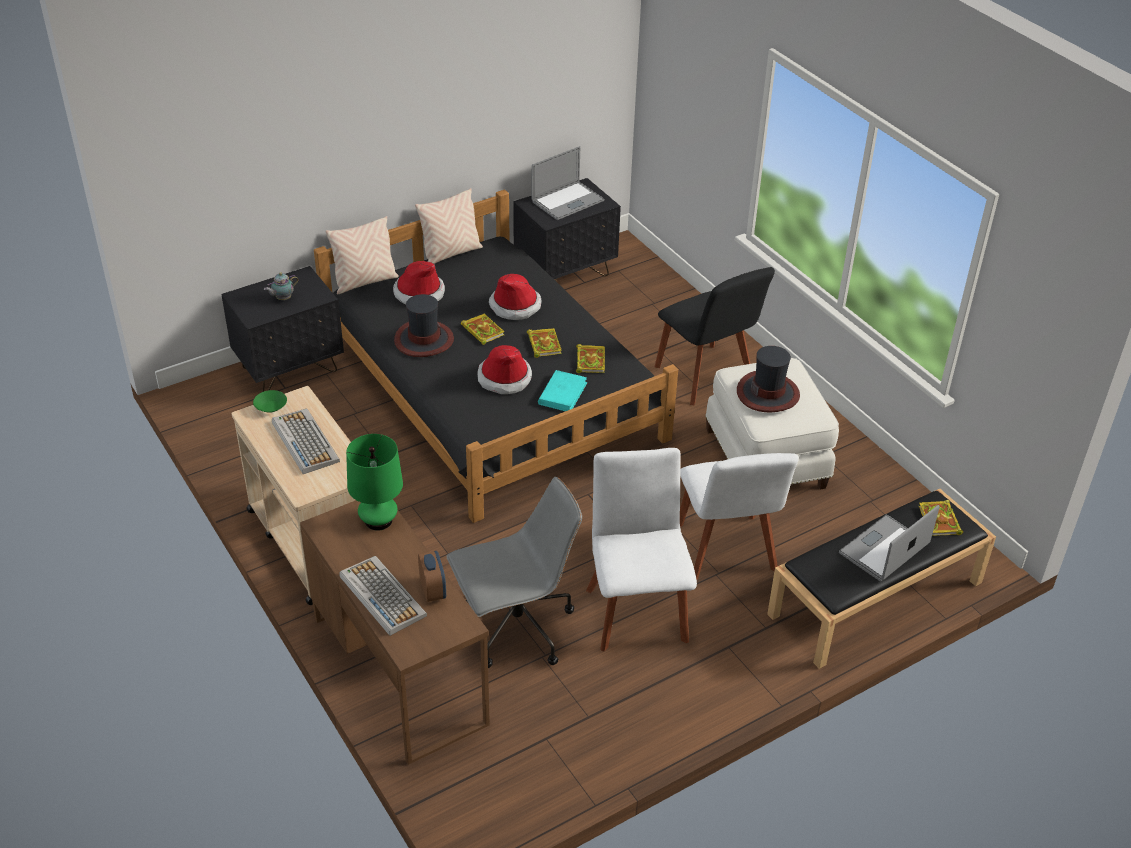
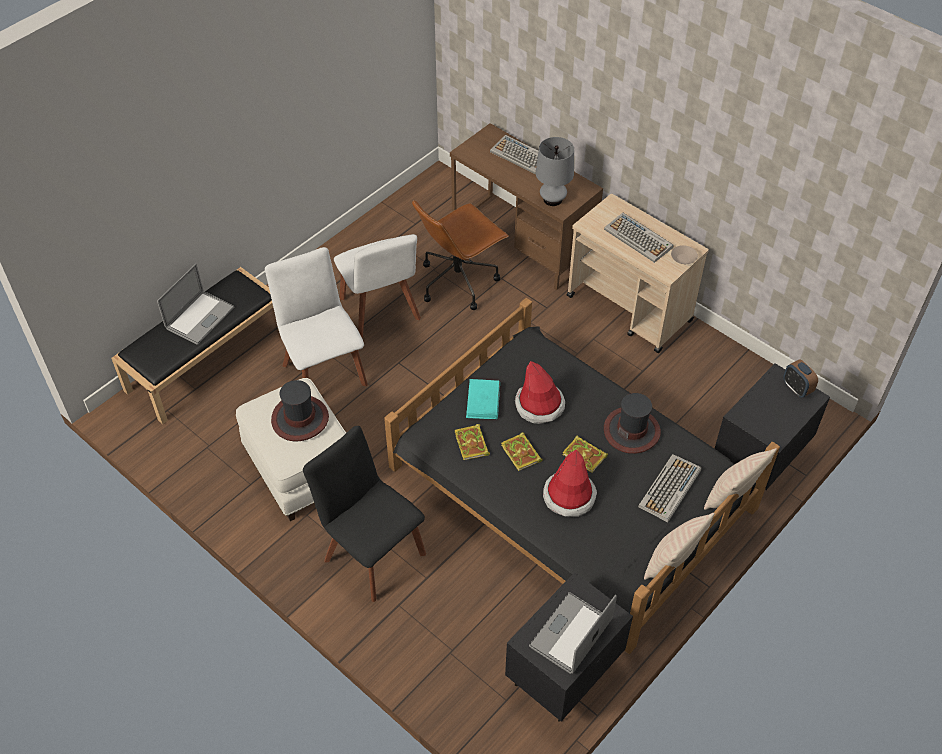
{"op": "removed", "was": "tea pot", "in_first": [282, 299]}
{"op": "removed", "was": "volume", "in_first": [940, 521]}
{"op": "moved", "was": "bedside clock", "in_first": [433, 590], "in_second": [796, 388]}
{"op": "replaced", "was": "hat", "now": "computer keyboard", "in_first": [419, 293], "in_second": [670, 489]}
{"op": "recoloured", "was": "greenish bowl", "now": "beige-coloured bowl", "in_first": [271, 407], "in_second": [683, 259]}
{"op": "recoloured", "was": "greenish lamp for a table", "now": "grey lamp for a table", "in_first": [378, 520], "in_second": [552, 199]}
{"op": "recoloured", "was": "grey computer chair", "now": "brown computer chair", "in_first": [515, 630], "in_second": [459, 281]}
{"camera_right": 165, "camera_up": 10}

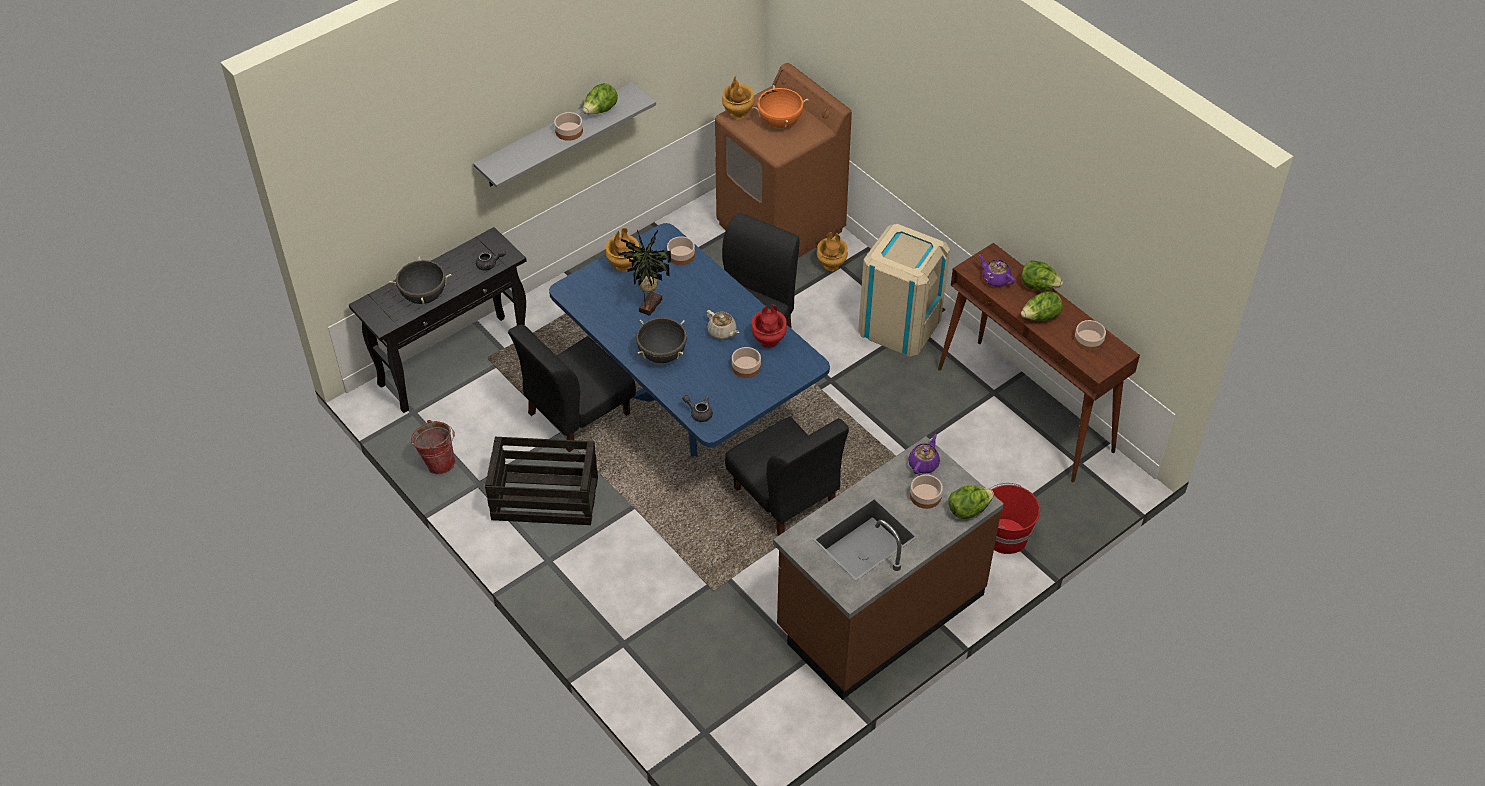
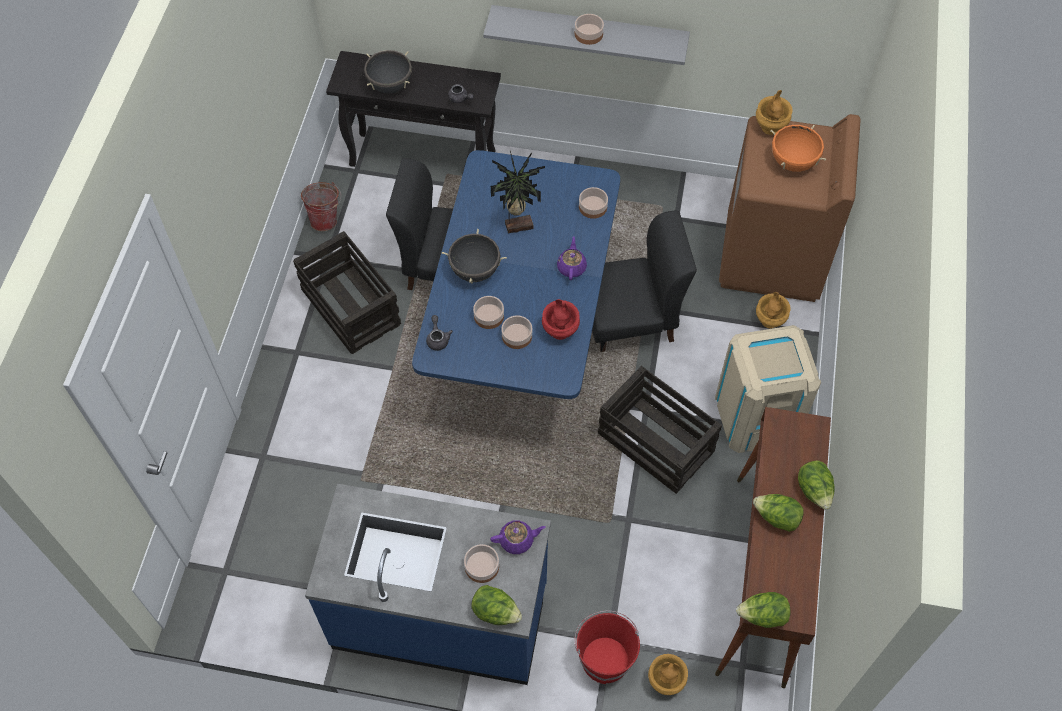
{"op": "removed", "was": "beige-coloured tea pot", "in_first": [722, 332]}
{"op": "removed", "was": "black plain chair", "in_first": [785, 498]}
{"op": "added", "now": "packing crate", "in_second": [657, 443]}
{"op": "moved", "was": "lettuce", "in_first": [600, 111], "in_second": [762, 616]}
{"op": "moved", "was": "brown decorative vase", "in_first": [624, 265], "in_second": [666, 681]}
{"op": "moved", "was": "purplish tea pot", "in_first": [995, 279], "in_second": [571, 267]}
{"op": "moved", "was": "bowl", "in_first": [1089, 340], "in_second": [489, 316]}
{"op": "recoloured", "was": "brown kitchen counter", "now": "blue-coloured kitchen counter", "in_first": [879, 612], "in_second": [440, 615]}
{"camera_right": 50, "camera_up": 10}

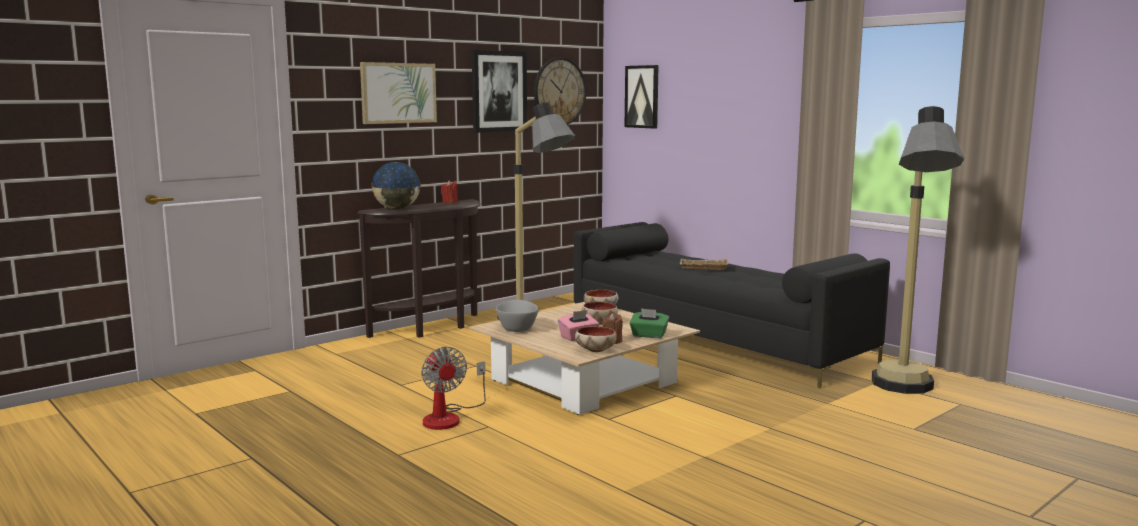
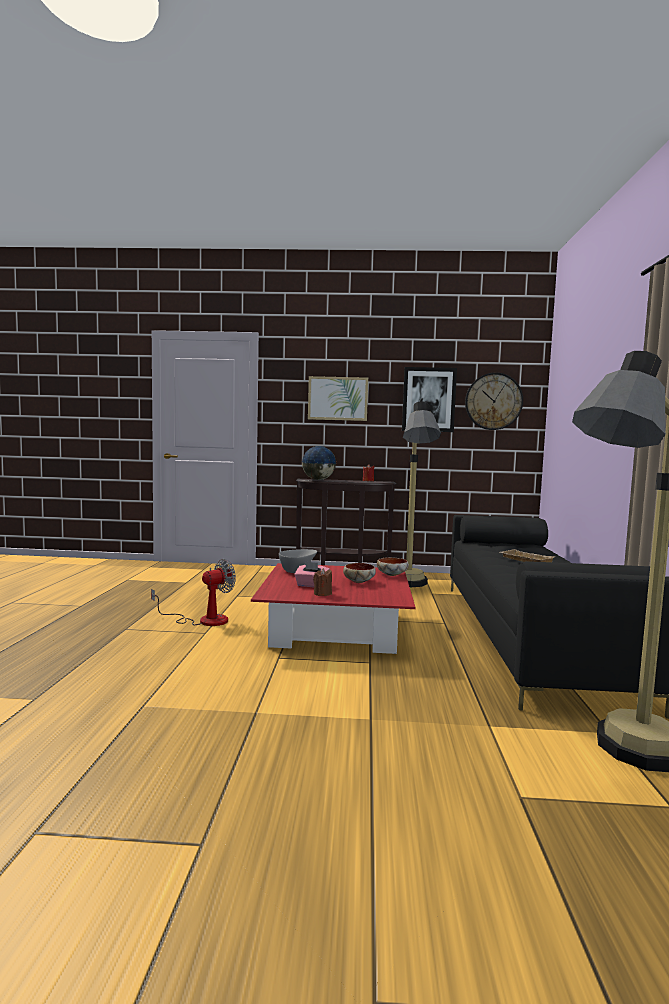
{"op": "removed", "was": "bowl", "in_first": [595, 350]}
{"op": "removed", "was": "wall art", "in_first": [642, 96]}
{"op": "removed", "was": "greenish tissue box", "in_first": [648, 335]}
{"op": "recoloured", "was": "beige-coloured low table", "now": "reddish low table", "in_first": [584, 381], "in_second": [336, 629]}
{"op": "turned", "was": "cooling fan", "in_first": [449, 417], "in_second": [203, 620], "clockwise": -150}
{"camera_right": 45, "camera_up": -5}

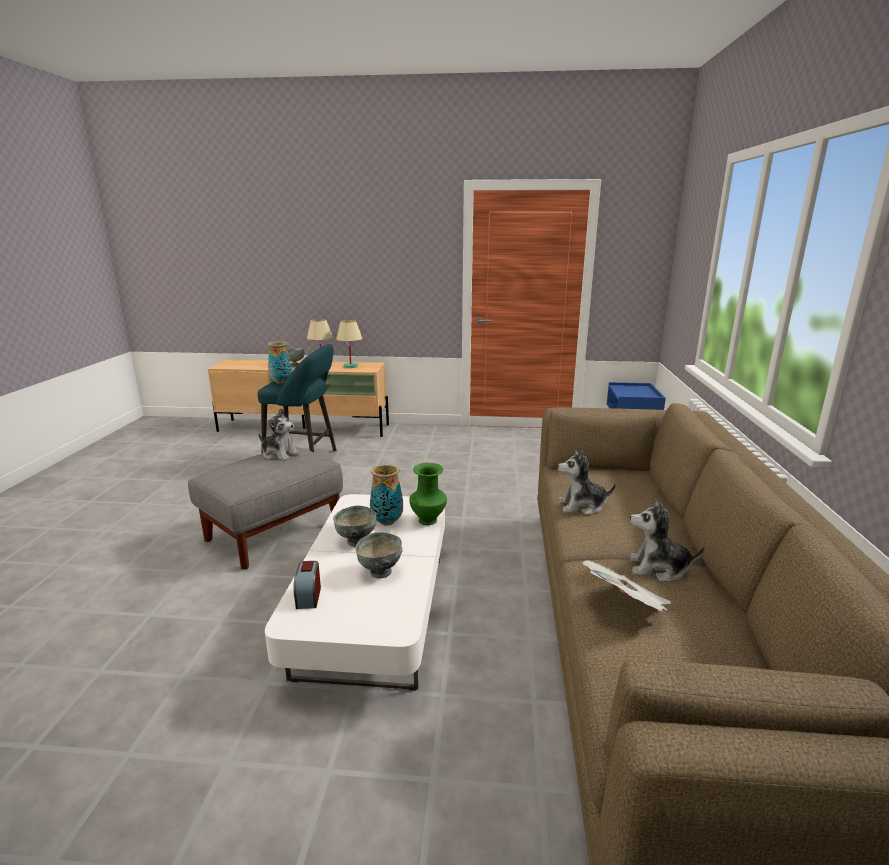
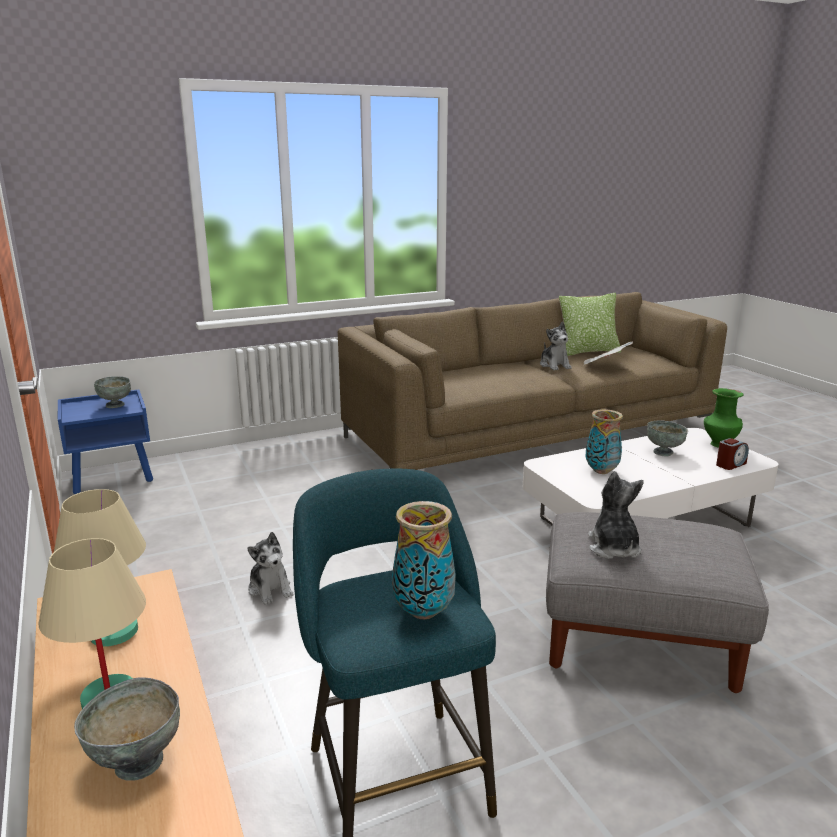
{"op": "added", "now": "cushion", "in_second": [588, 352]}
{"op": "moved", "was": "grey bowl", "in_first": [356, 542], "in_second": [116, 405]}
{"op": "moved", "was": "greenish decorative vase", "in_first": [428, 520], "in_second": [719, 444]}
{"op": "moved", "was": "soft toy", "in_first": [582, 506], "in_second": [270, 589]}
{"camera_right": -120, "camera_up": 0}

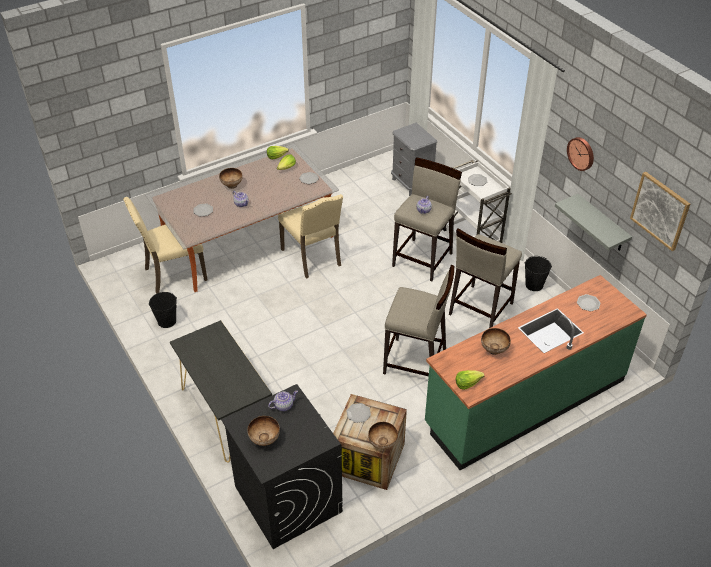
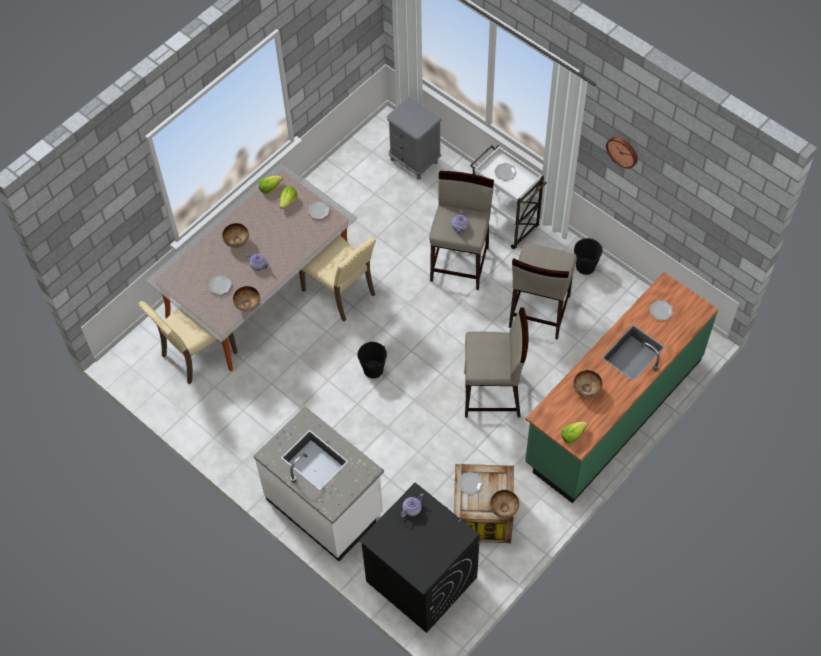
{"op": "removed", "was": "grey wall shelf", "in_first": [601, 224]}
{"op": "removed", "was": "wall art", "in_first": [660, 210]}
{"op": "moved", "was": "black water bucket", "in_first": [166, 321], "in_second": [373, 369]}
{"op": "moved", "was": "bowl", "in_first": [265, 440], "in_second": [248, 306]}
{"op": "replaced", "was": "black hall table", "now": "white-coloured kitchen counter", "in_first": [226, 413], "in_second": [325, 506]}
{"camera_right": -15, "camera_up": 15}

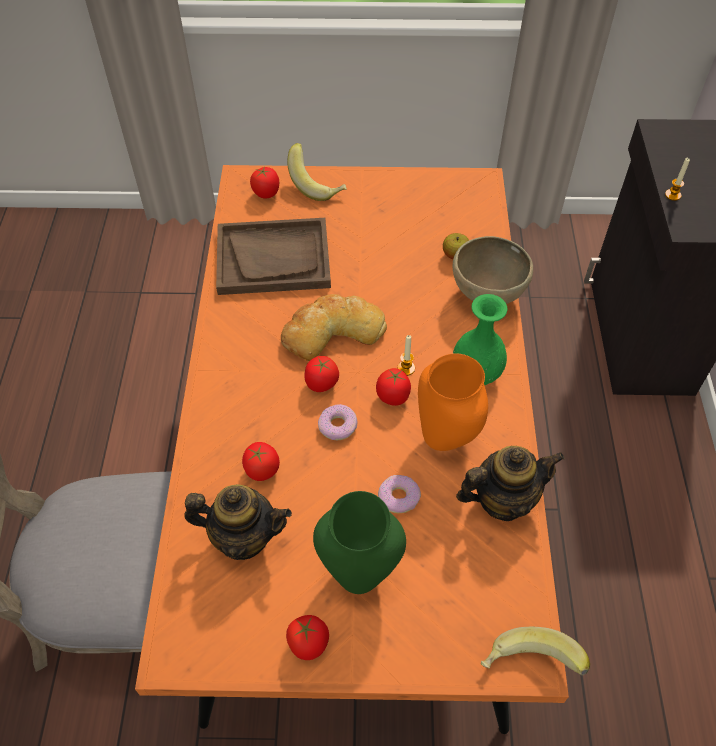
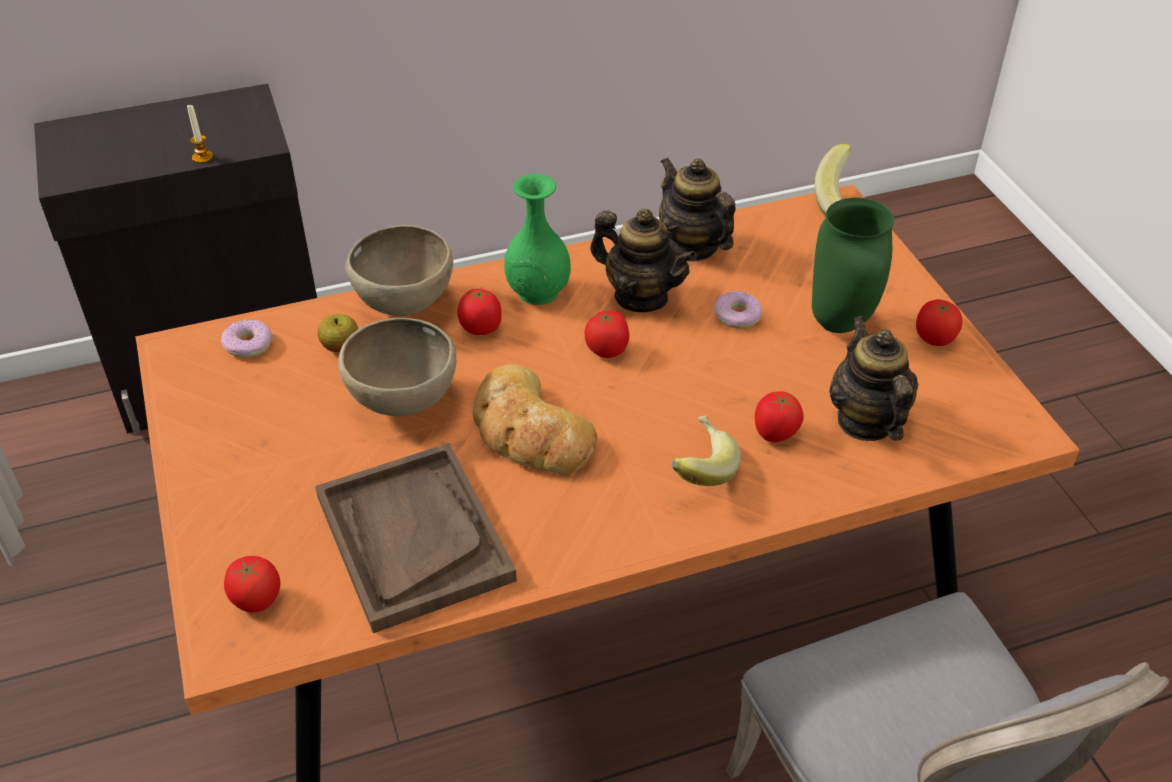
{"op": "removed", "was": "wax light", "in_first": [406, 368]}
{"op": "added", "now": "brown bowl", "in_second": [403, 404]}
{"op": "moved", "was": "whole banana", "in_first": [317, 185], "in_second": [698, 468]}
{"op": "moved", "was": "tomato", "in_first": [321, 384], "in_second": [481, 328]}
{"op": "moved", "was": "doughnut", "in_first": [338, 426], "in_second": [248, 344]}
{"op": "replaced", "was": "orange decorative vase", "now": "tea pot", "in_first": [447, 438], "in_second": [641, 296]}
{"camera_right": -110, "camera_up": -10}

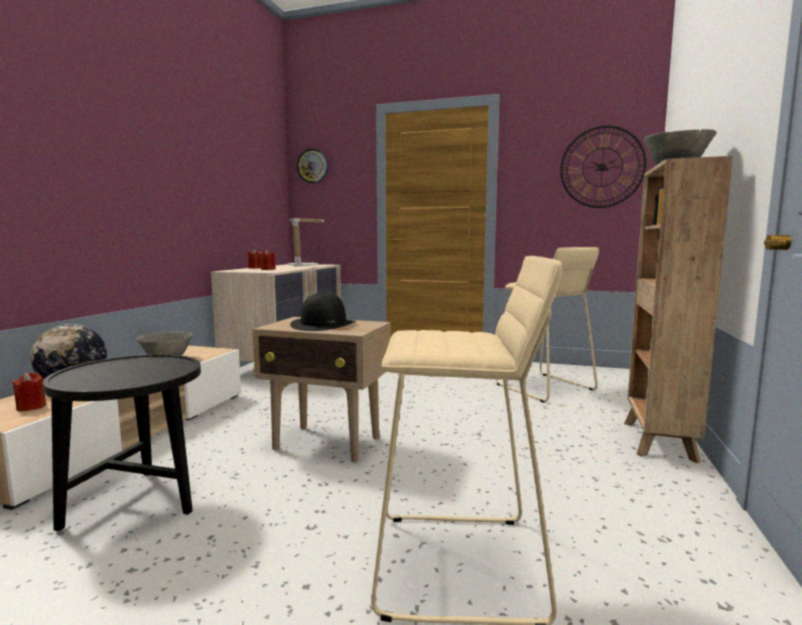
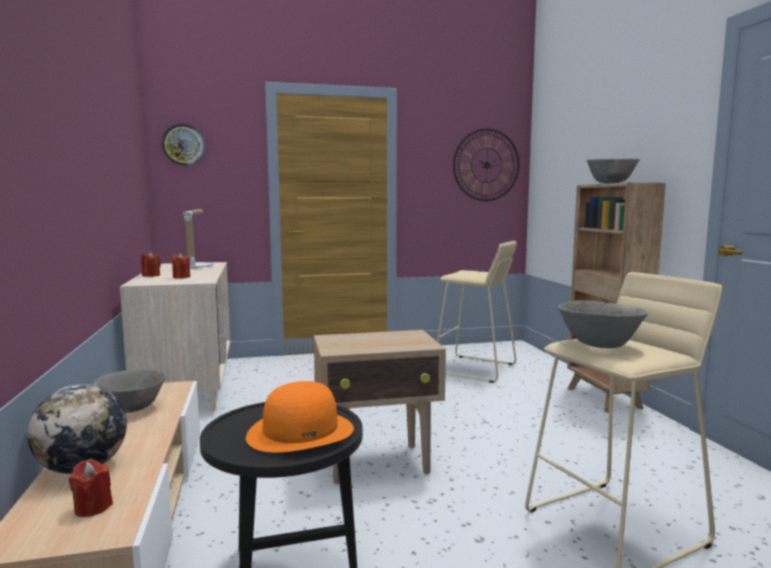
{"op": "removed", "was": "black hat", "in_first": [323, 324]}
{"op": "added", "now": "orange hat", "in_second": [301, 431]}
{"op": "added", "now": "grey bowl", "in_second": [599, 346]}
{"camera_right": -30, "camera_up": 0}

